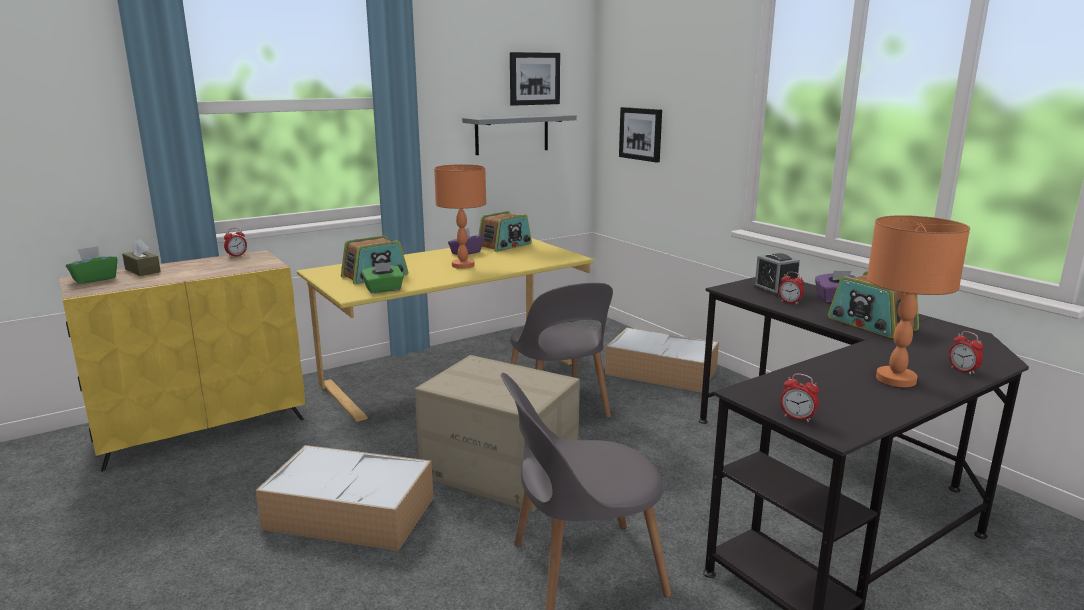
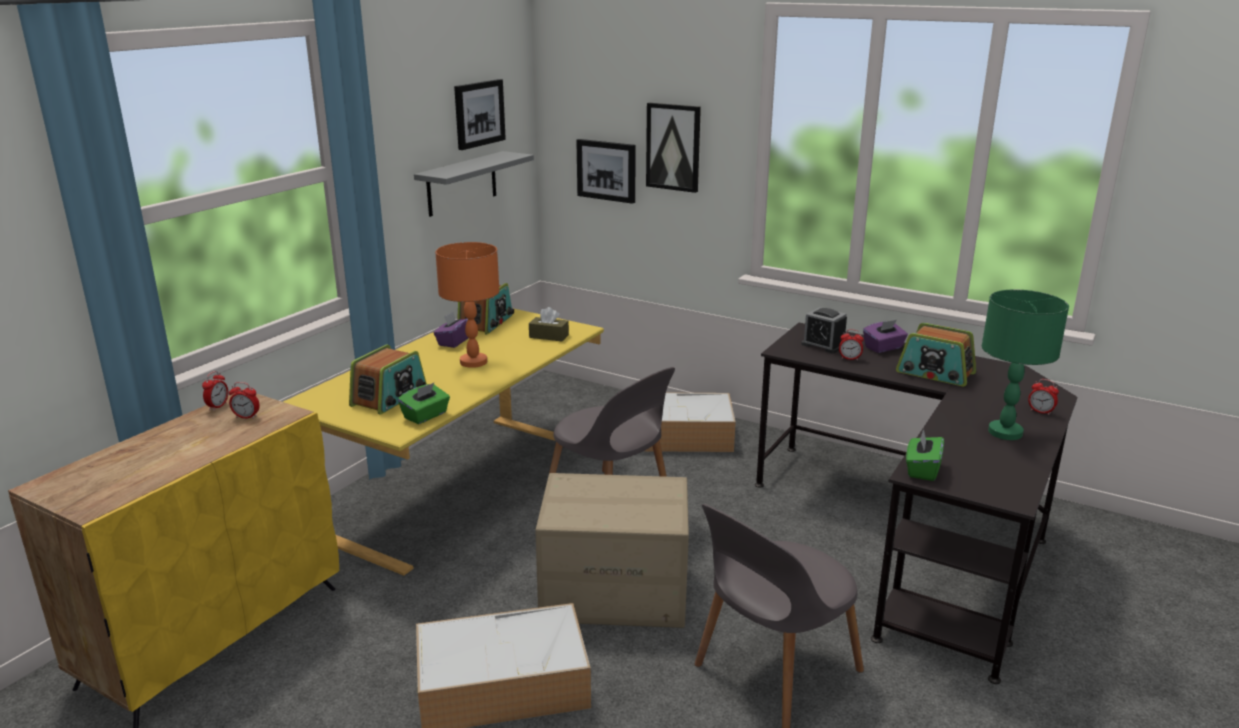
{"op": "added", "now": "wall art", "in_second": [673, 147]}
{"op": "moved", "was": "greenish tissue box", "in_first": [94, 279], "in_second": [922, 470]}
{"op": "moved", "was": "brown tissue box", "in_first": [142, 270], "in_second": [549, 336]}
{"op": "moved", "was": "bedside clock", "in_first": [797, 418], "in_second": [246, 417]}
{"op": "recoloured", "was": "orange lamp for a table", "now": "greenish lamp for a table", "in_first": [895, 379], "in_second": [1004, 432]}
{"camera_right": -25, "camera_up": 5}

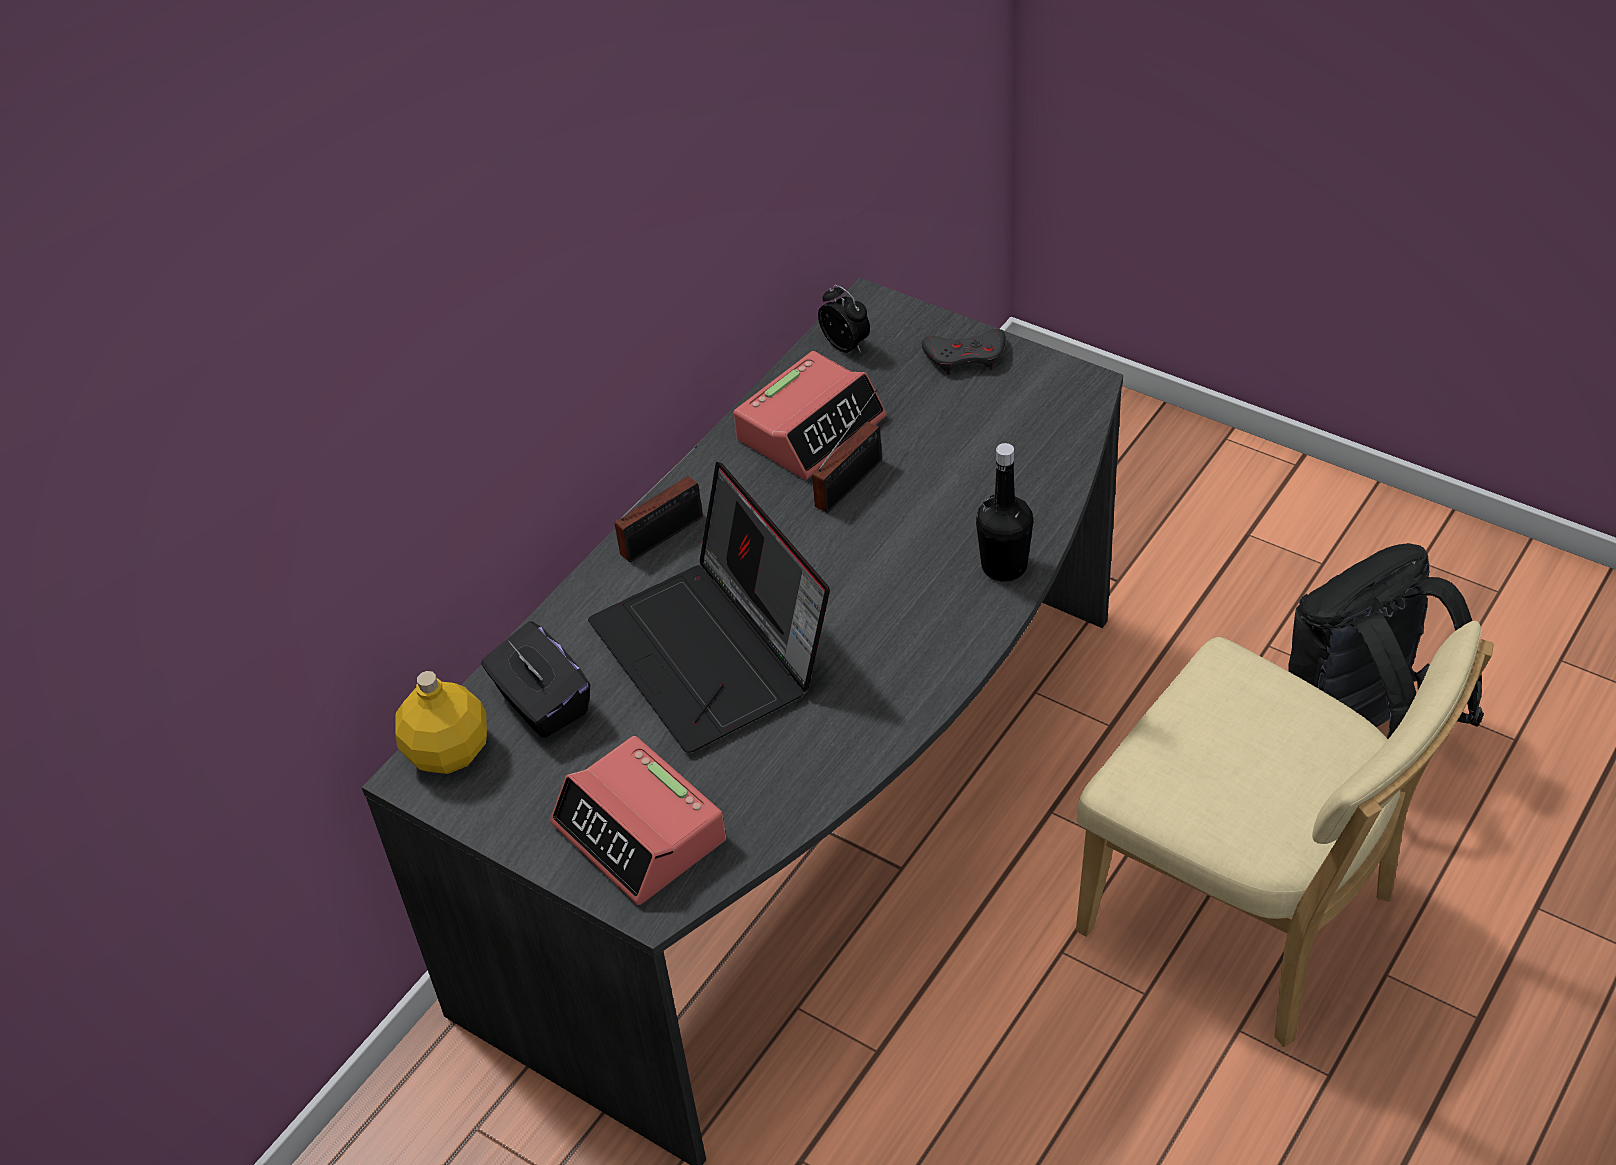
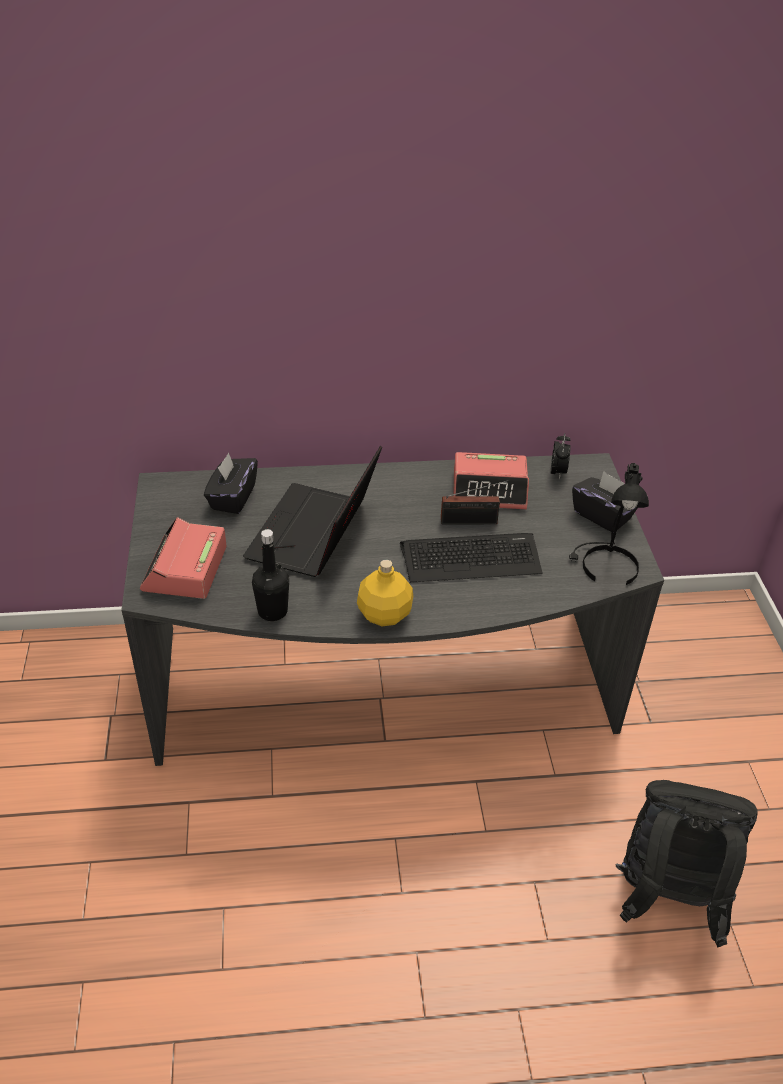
{"op": "removed", "was": "radio receiver", "in_first": [667, 533]}
{"op": "removed", "was": "beige-coloured plain chair", "in_first": [1250, 921]}
{"op": "added", "now": "computer keyboard", "in_second": [471, 558]}
{"op": "added", "now": "black lamp for a table", "in_second": [605, 567]}
{"op": "moved", "was": "yellow beverage bottle", "in_first": [448, 753], "in_second": [384, 614]}
{"op": "moved", "was": "black beverage bottle", "in_first": [1004, 566], "in_second": [272, 611]}
{"op": "replaced", "was": "grey gamepad", "now": "black tissue box", "in_first": [966, 356], "in_second": [602, 516]}
{"camera_right": 45, "camera_up": -5}

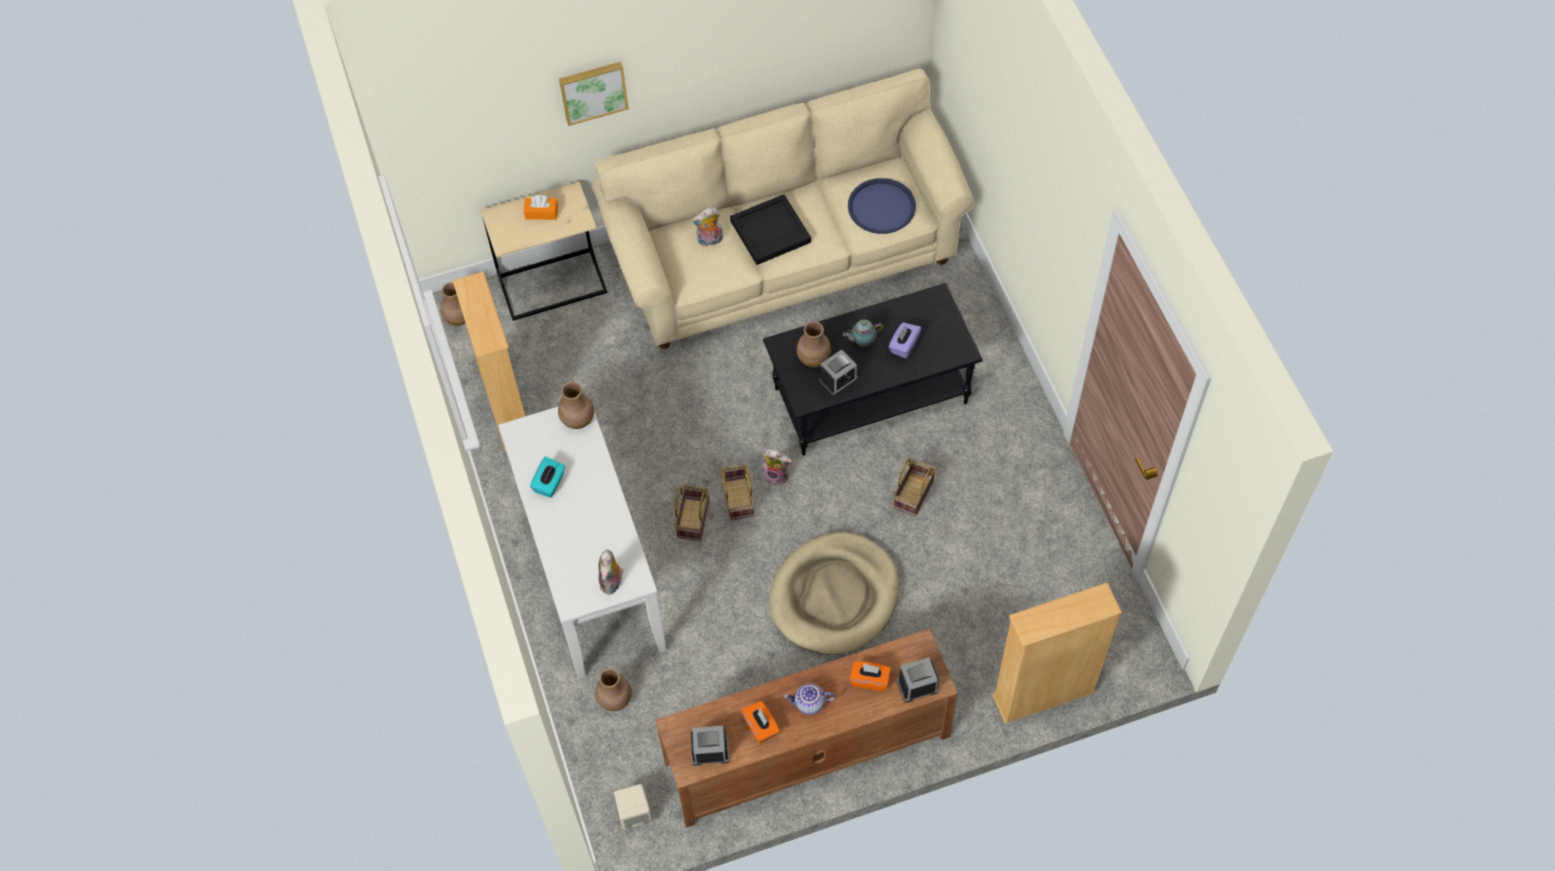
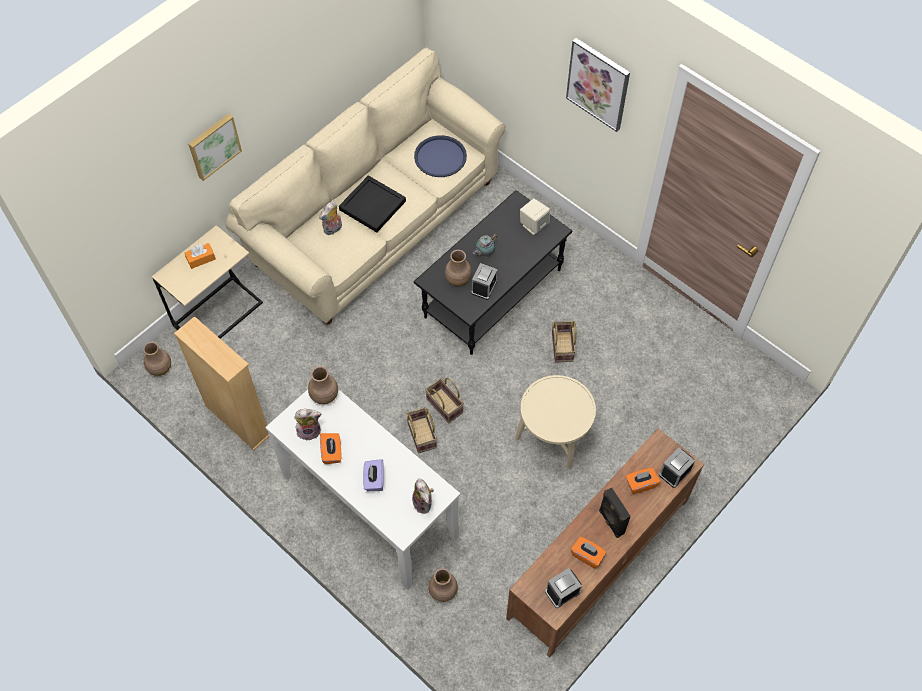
{"op": "removed", "was": "beige-coloured bookshelf", "in_first": [1043, 694]}
{"op": "added", "now": "wall art", "in_second": [598, 84]}
{"op": "moved", "was": "beige-coloured audio speaker", "in_first": [635, 813], "in_second": [533, 225]}
{"op": "moved", "was": "soft toy", "in_first": [777, 475], "in_second": [309, 430]}
{"op": "moved", "was": "purplish tissue box", "in_first": [904, 345], "in_second": [374, 480]}
{"op": "replaced", "was": "beige-coloured dog cushion", "now": "beige-coloured end table", "in_first": [834, 596], "in_second": [552, 442]}
{"op": "replaced", "was": "tea pot", "now": "black audio speaker", "in_first": [809, 704], "in_second": [610, 522]}
{"op": "recoloured", "was": "turquoise-coloured tissue box", "now": "orange tissue box", "in_first": [549, 483], "in_second": [332, 452]}
{"camera_right": -30, "camera_up": 0}

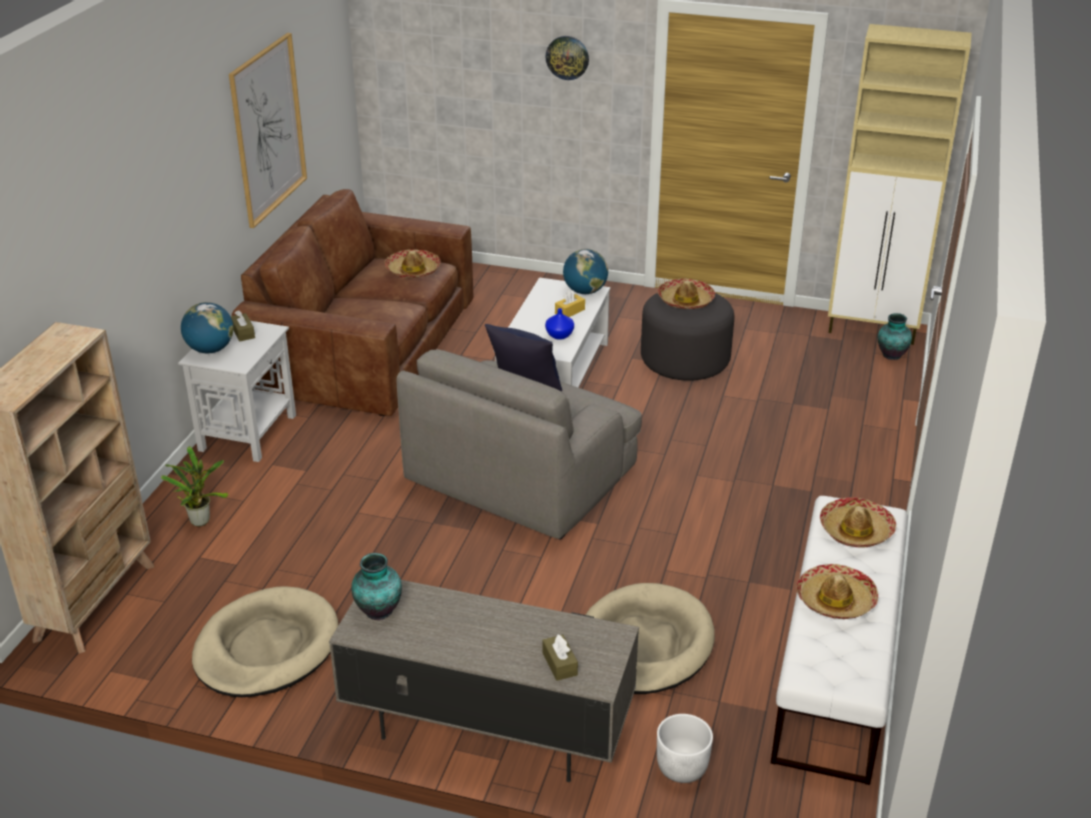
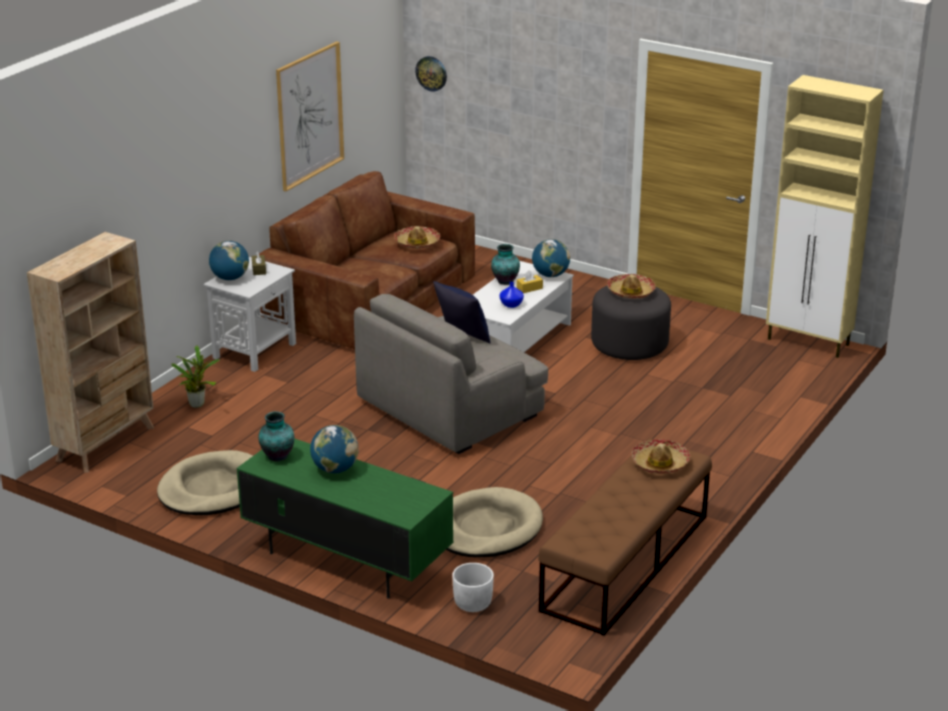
{"op": "removed", "was": "brown tissue box", "in_first": [559, 664]}
{"op": "removed", "was": "hat", "in_first": [835, 600]}
{"op": "added", "now": "desk globe", "in_second": [335, 469]}
{"op": "moved", "was": "clock on the wall", "in_first": [567, 57], "in_second": [431, 73]}
{"op": "moved", "was": "decorative vase", "in_first": [891, 355], "in_second": [504, 281]}
{"op": "recoloured", "was": "grey tv unit", "now": "greenish tv unit", "in_first": [486, 728], "in_second": [345, 559]}
{"op": "recoloured", "was": "white-coloured bench", "now": "brown bench", "in_first": [836, 664], "in_second": [625, 563]}
{"camera_right": 15, "camera_up": -5}

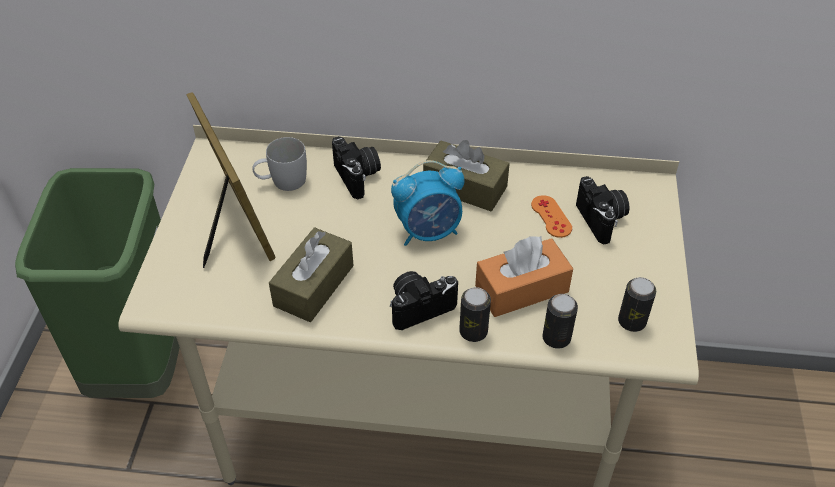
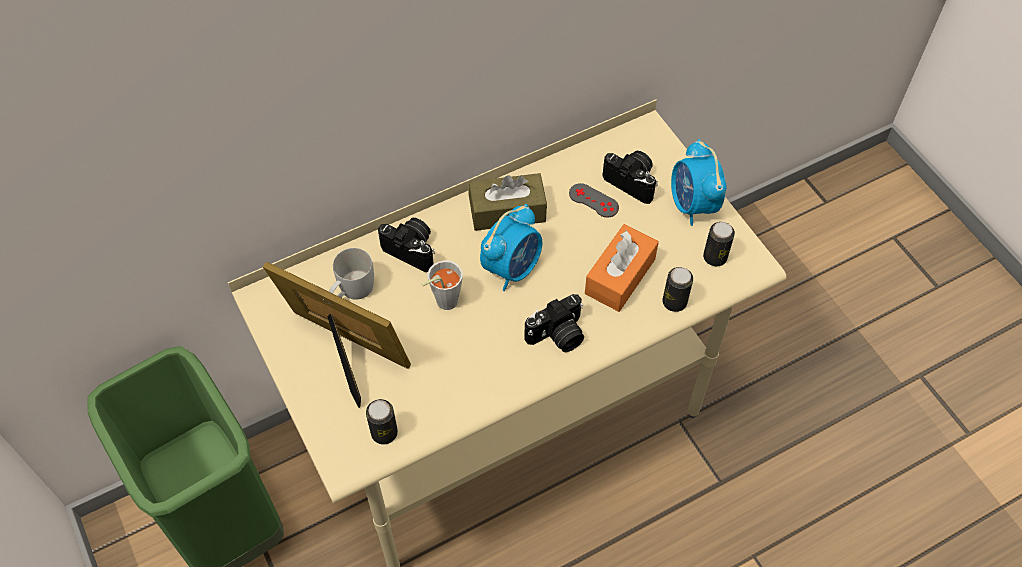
{"op": "removed", "was": "brown tissue box", "in_first": [314, 285]}
{"op": "added", "now": "grey cup", "in_second": [442, 303]}
{"op": "added", "now": "bedside clock", "in_second": [692, 205]}
{"op": "moved", "was": "metal can", "in_first": [473, 331], "in_second": [384, 433]}
{"op": "recoloured", "was": "orange gamepad", "now": "grey gamepad", "in_first": [551, 216], "in_second": [593, 200]}
{"op": "turned", "was": "photo camera", "in_first": [419, 306], "in_second": [558, 336], "clockwise": -150}
{"camera_right": -35, "camera_up": 10}

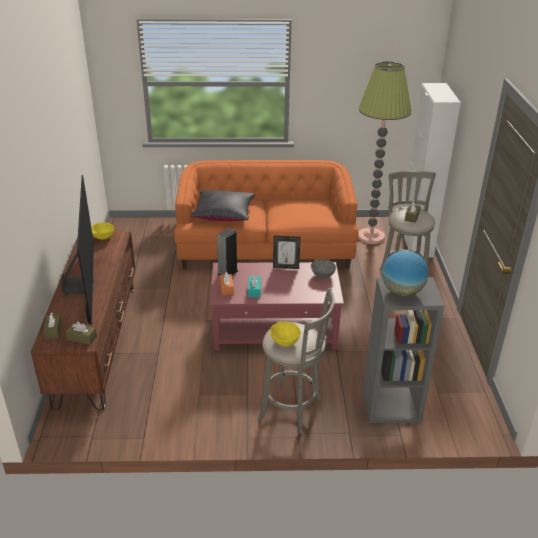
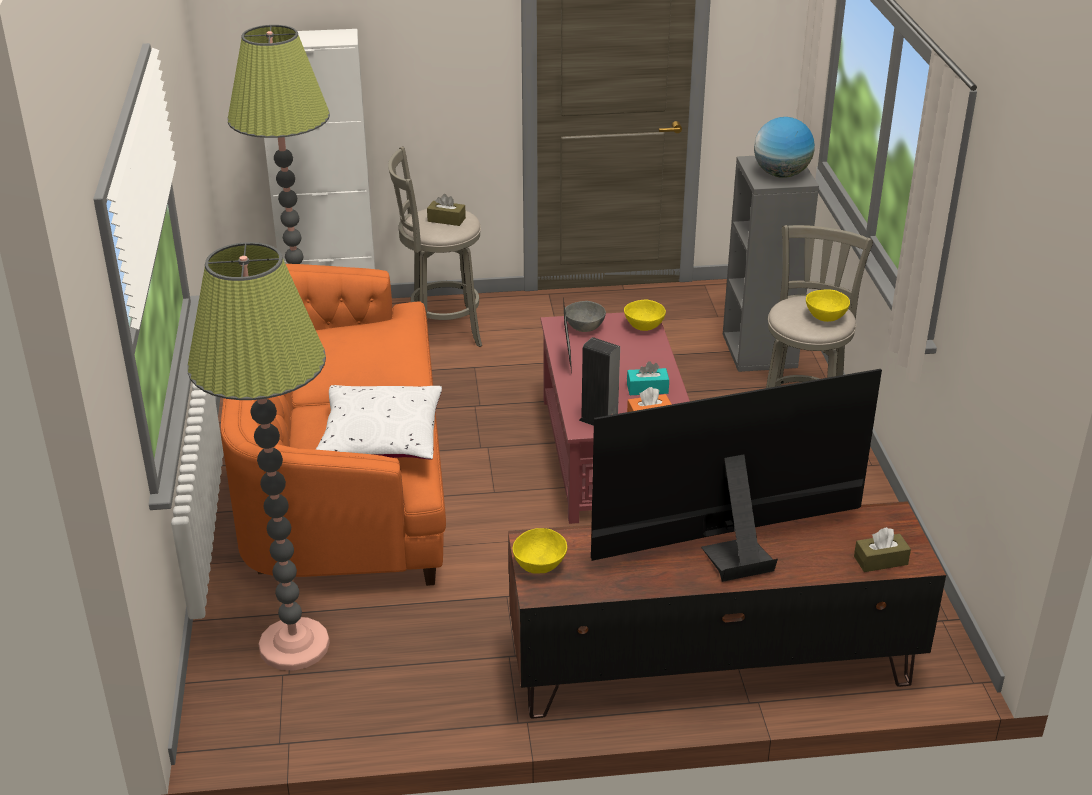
{"op": "removed", "was": "brown tissue box", "in_first": [82, 338]}
{"op": "added", "now": "floor lamp", "in_second": [294, 645]}
{"op": "added", "now": "yellow bowl", "in_second": [643, 327]}
{"op": "recoloured", "was": "black cushion", "now": "white-coloured cushion", "in_first": [223, 213], "in_second": [381, 439]}
{"camera_right": -95, "camera_up": 0}

